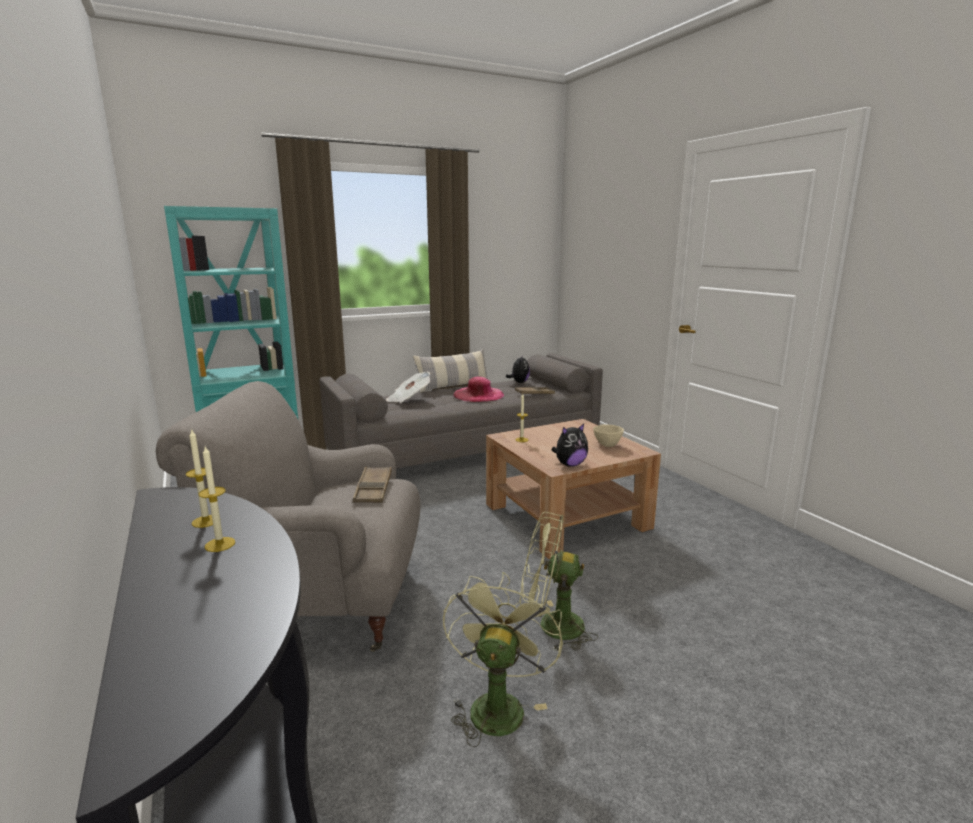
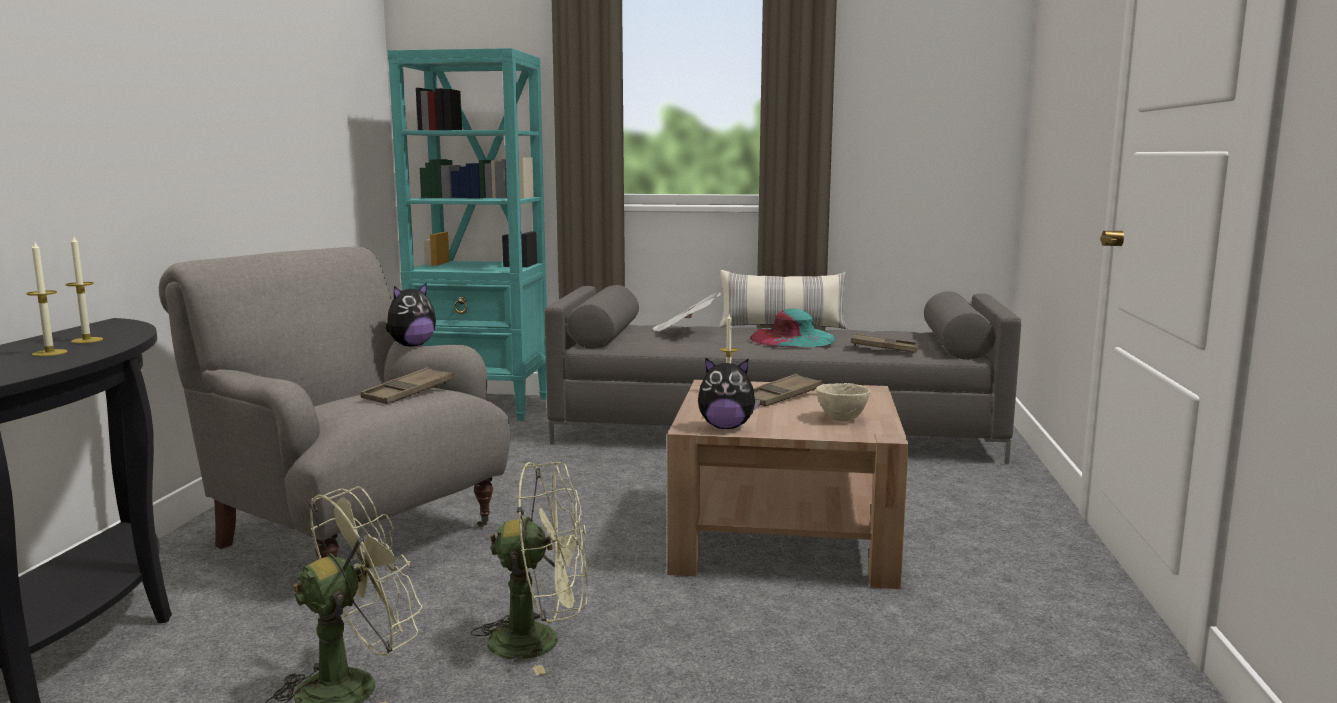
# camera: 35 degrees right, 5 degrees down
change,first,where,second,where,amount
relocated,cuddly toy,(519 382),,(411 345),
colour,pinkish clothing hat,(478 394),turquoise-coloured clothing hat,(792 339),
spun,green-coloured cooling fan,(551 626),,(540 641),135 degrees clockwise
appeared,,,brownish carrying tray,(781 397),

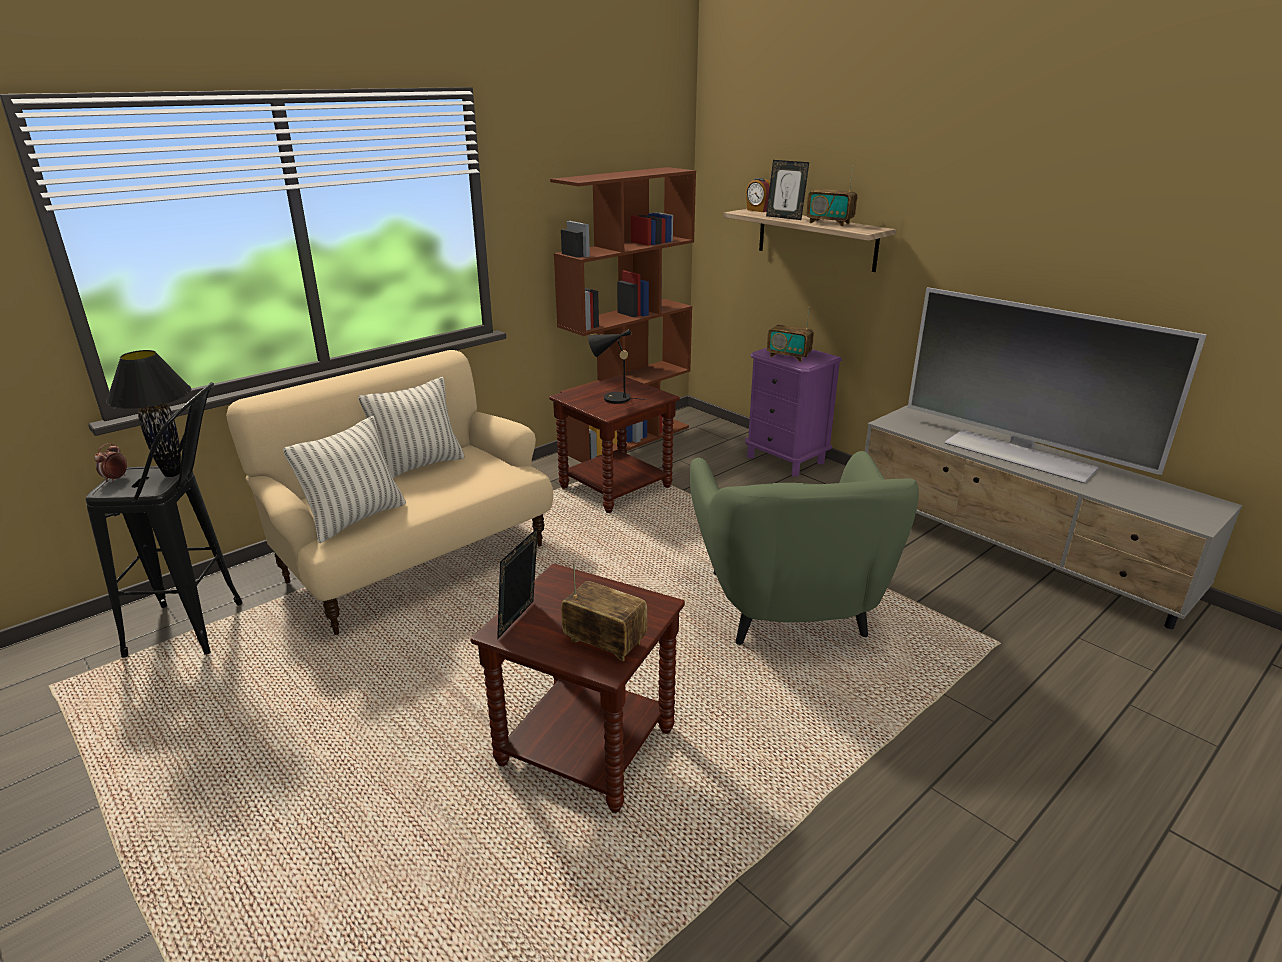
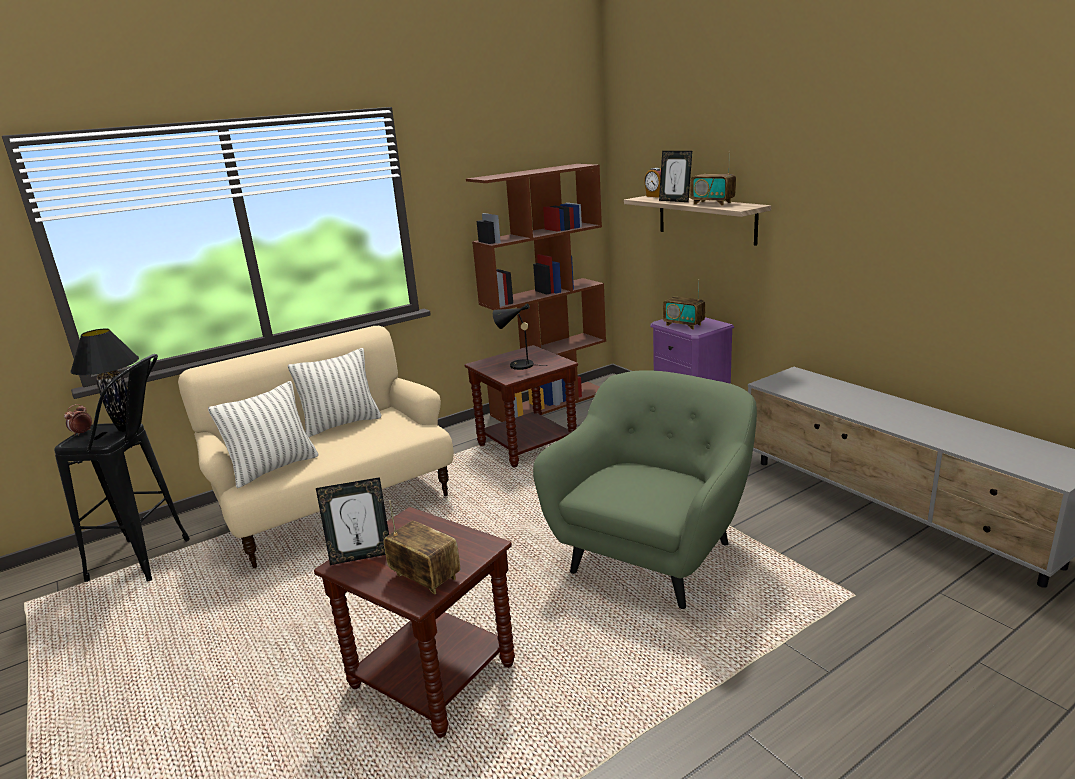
# camera: 10 degrees right, 5 degrees down
change,first,where,second,where,amount
missing,TV,(1019 455),,,
spun,green-coloured lounge chair,(787 607),,(653 555),150 degrees counterclockwise
spun,picture frame,(520 621),,(361 556),135 degrees counterclockwise

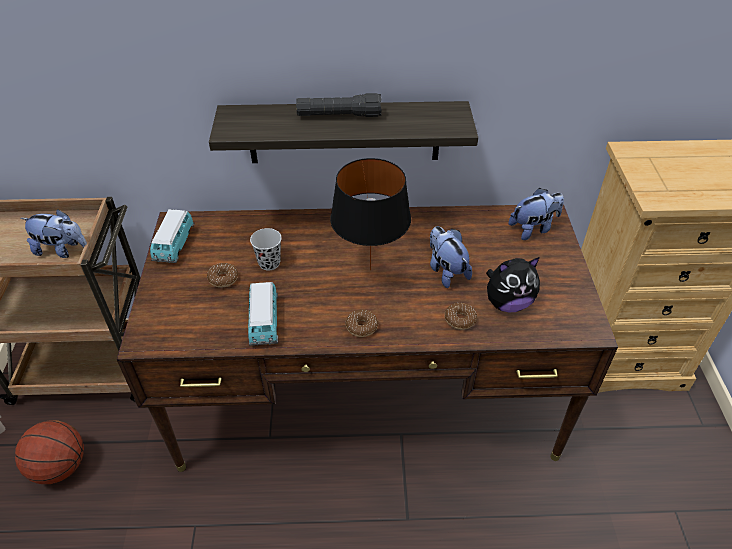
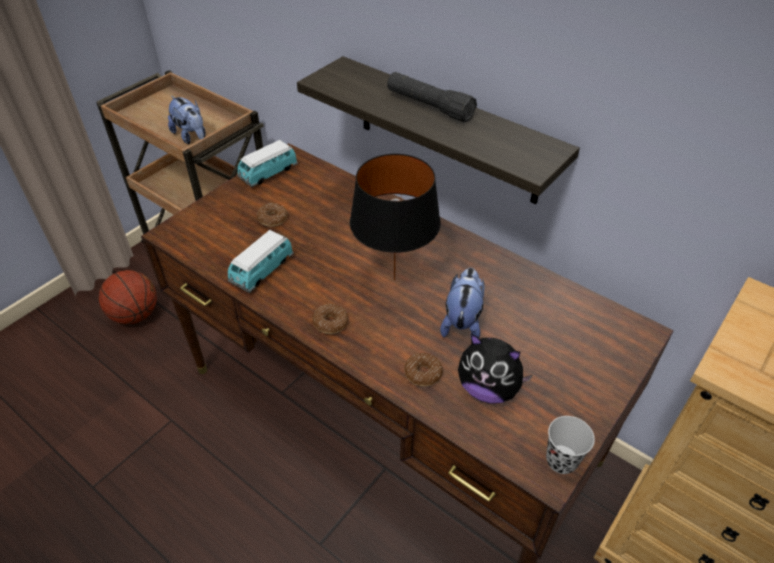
# camera: 40 degrees right, 0 degrees up
change,first,where,second,where,amount
missing,cuddly toy,(533 228),,,
relocated,blackish drinking cup,(269 263),,(561 460),

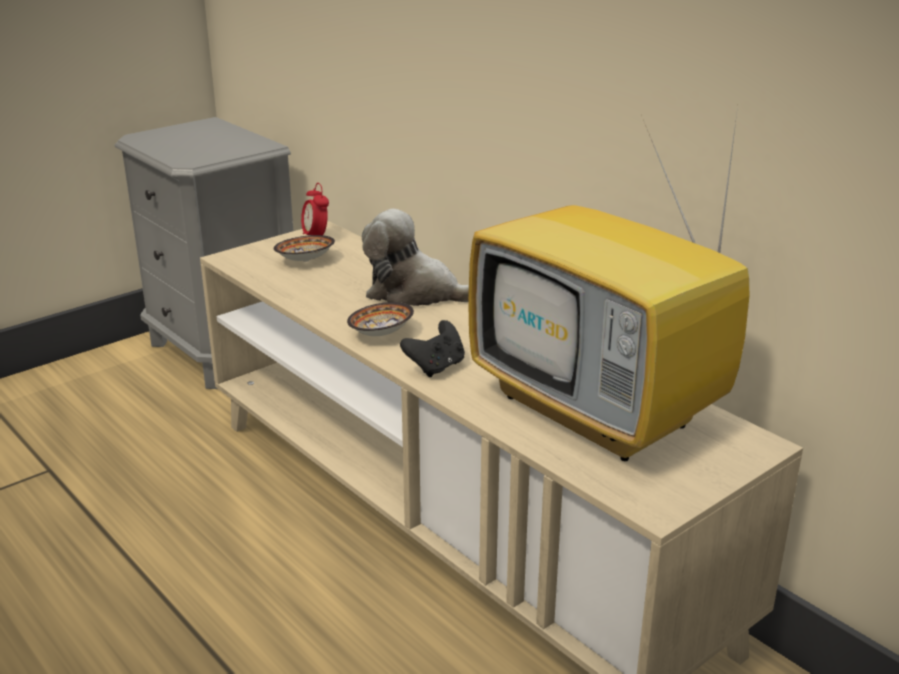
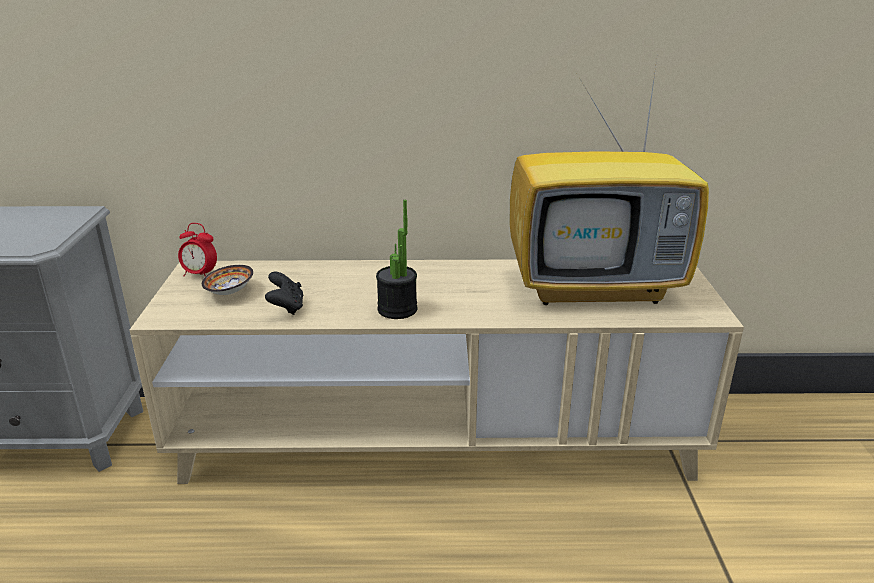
# camera: 50 degrees left, 0 degrees up
change,first,where,second,where,amount
missing,cuddly toy,(415 293),,,
exchanged,deep dish,(381 334),potted plant,(397 309),
relocated,blackish joypad,(436 367),,(286 308),

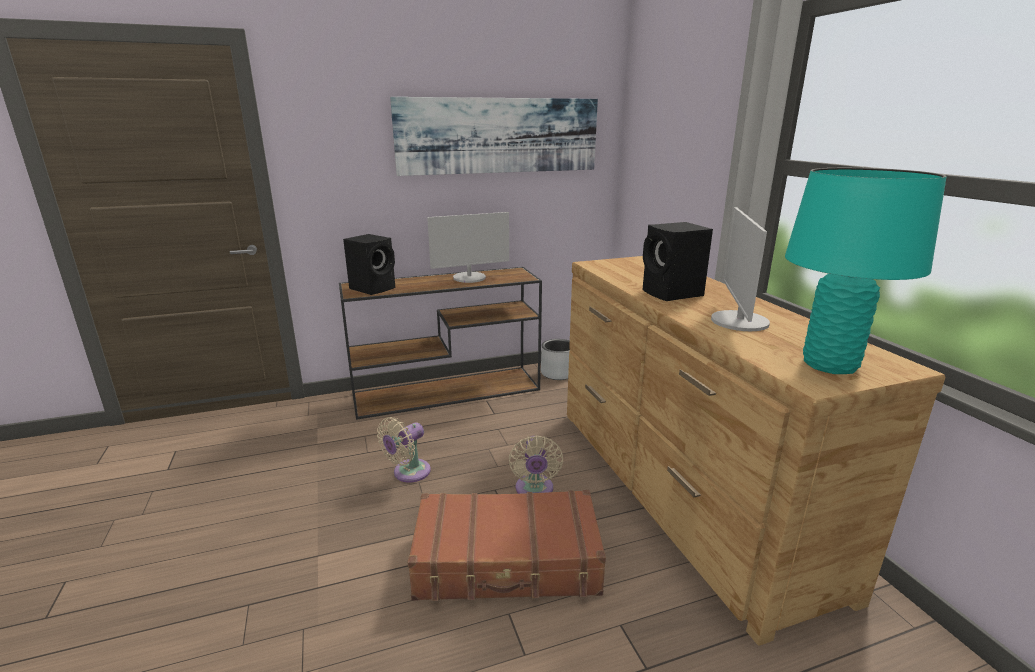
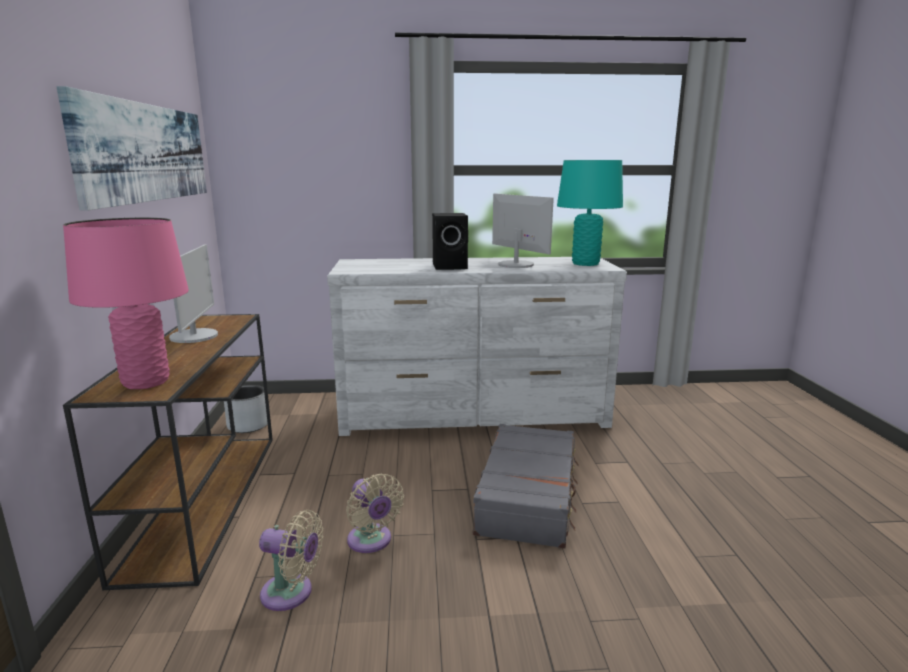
# camera: 75 degrees left, 5 degrees down
change,first,where,second,where,amount
spun,computer display,(738 321),,(516 264),150 degrees counterclockwise
exchanged,blackish loudspeaker,(374 288),pinkish tabletop lamp,(146 382),
colour,brownish drawer chest,(680 489),white drawer chest,(474 414),
relocated,sand-coloured cooling fan,(534 490),,(291 593),
colour,brownish piece of luggage,(507 561),gray piece of luggage,(529 496),

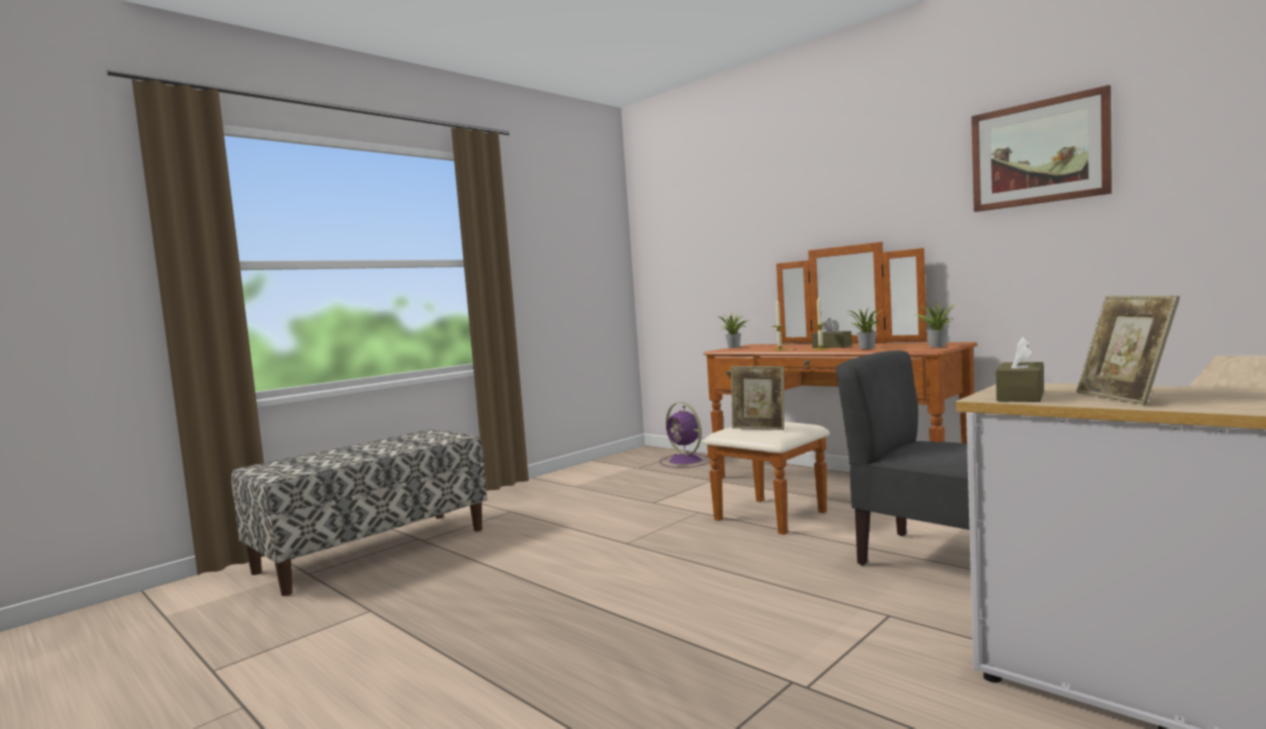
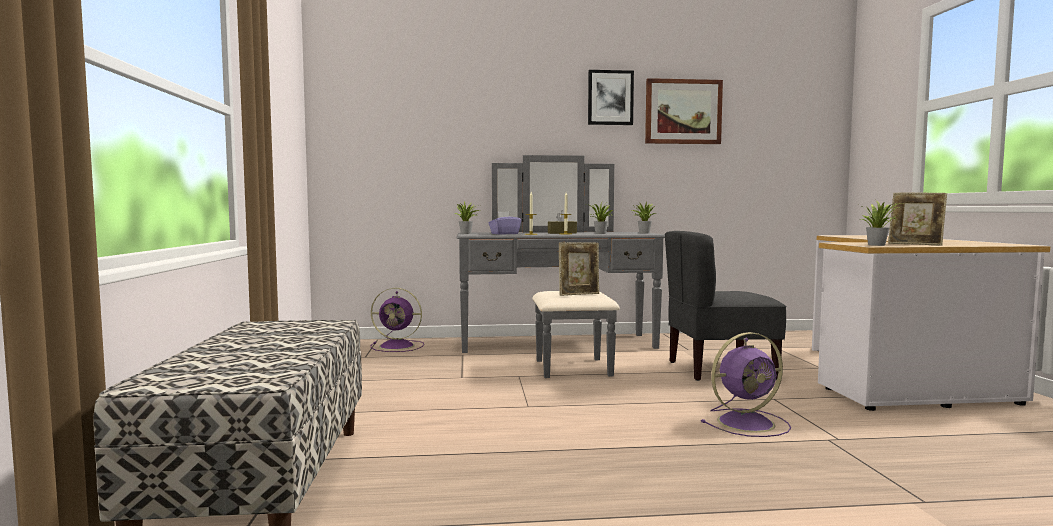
# camera: 50 degrees left, 0 degrees up
change,first,where,second,where,amount
colour,brownish drawer chest,(822 490),gray drawer chest,(561 348),
exchanged,brownish tissue box,(1020 396),potted plant,(878 245),
appeared,,,picture,(610 98),
appeared,,,purple tissue box,(504 234),
appeared,,,purple cooling fan,(748 422),

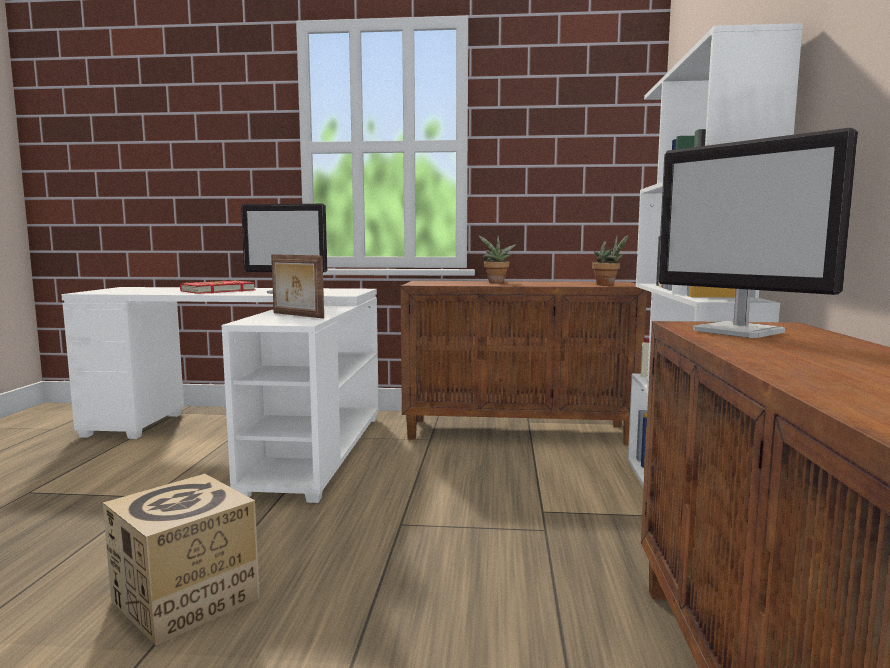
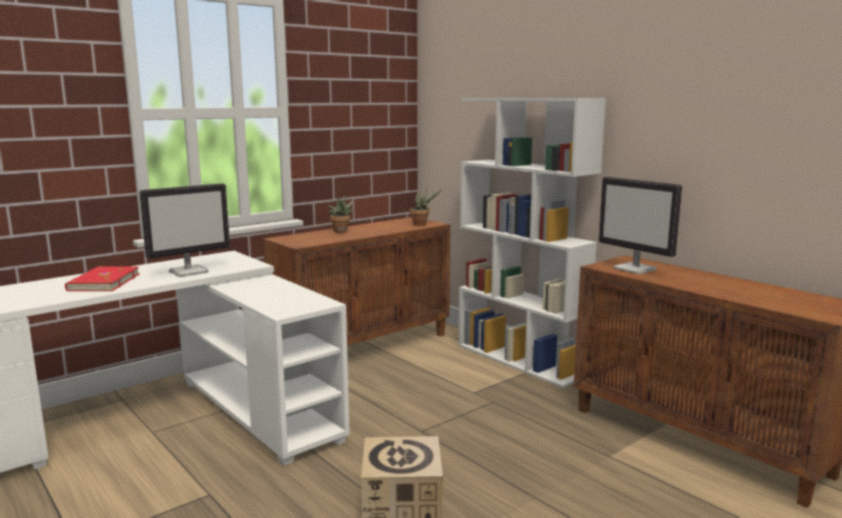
# camera: 45 degrees left, 5 degrees up
change,first,where,second,where,amount
spun,computer display,(740 332),,(635 269),45 degrees clockwise
missing,picture frame,(296 315),,,

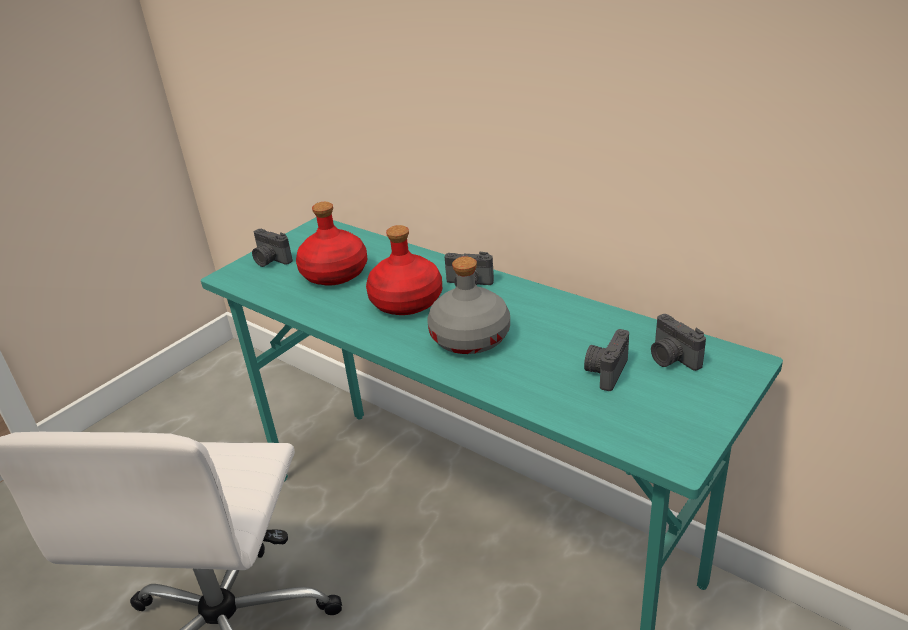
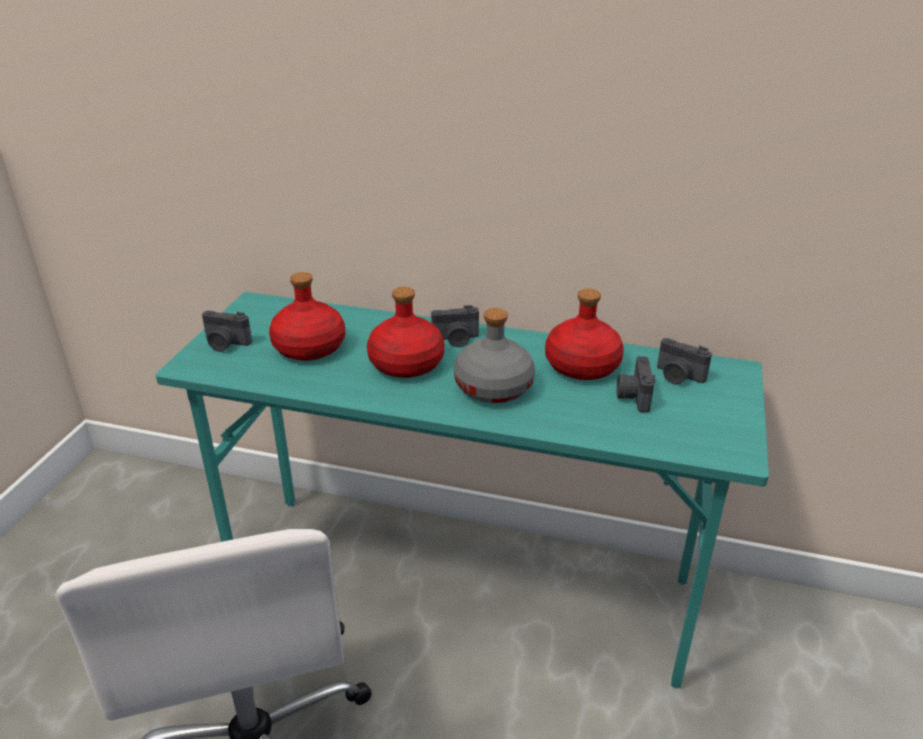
# camera: 25 degrees left, 0 degrees up
change,first,where,second,where,amount
appeared,,,red-coloured beverage bottle,(583 366),

